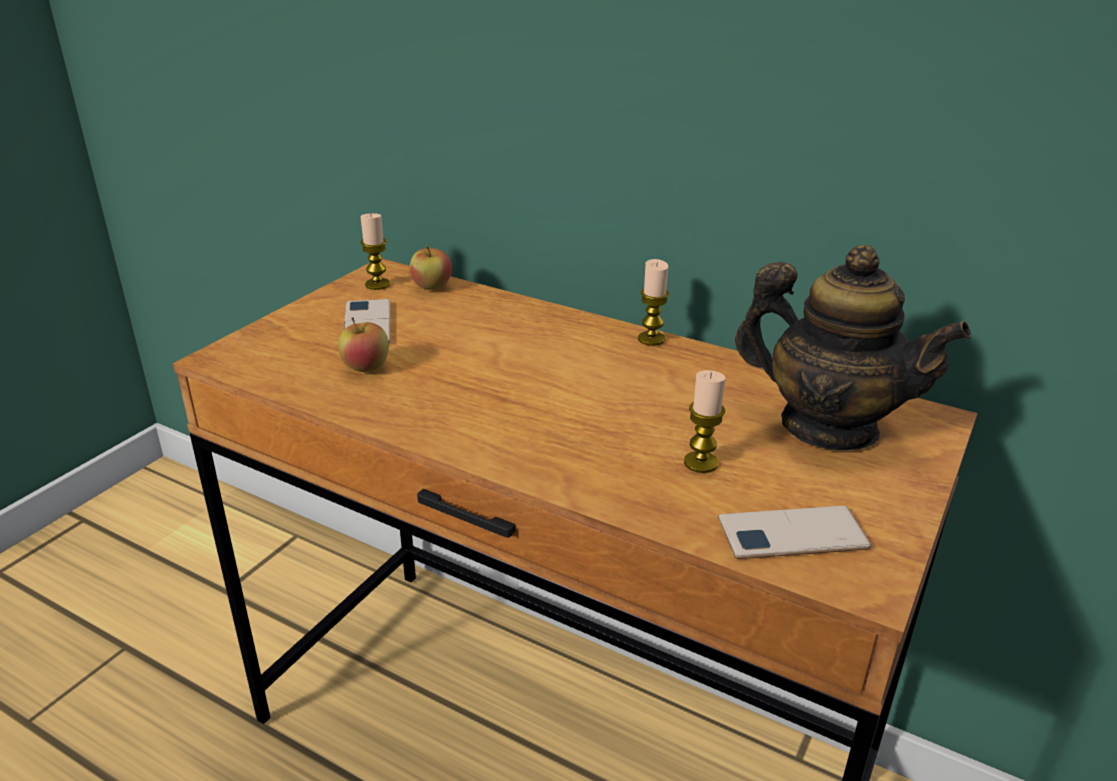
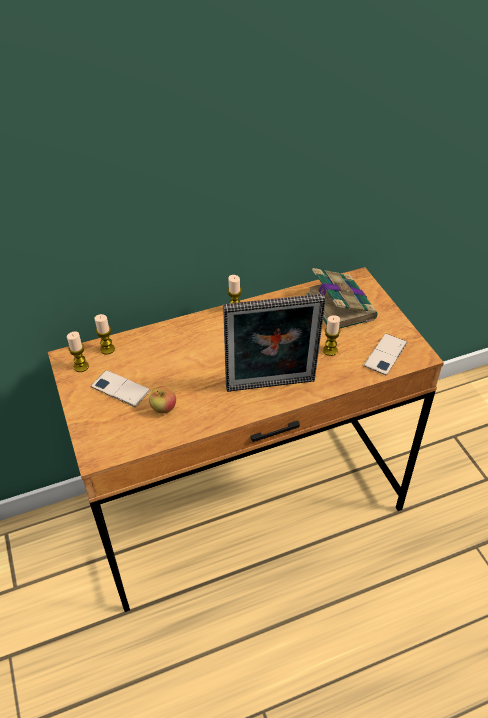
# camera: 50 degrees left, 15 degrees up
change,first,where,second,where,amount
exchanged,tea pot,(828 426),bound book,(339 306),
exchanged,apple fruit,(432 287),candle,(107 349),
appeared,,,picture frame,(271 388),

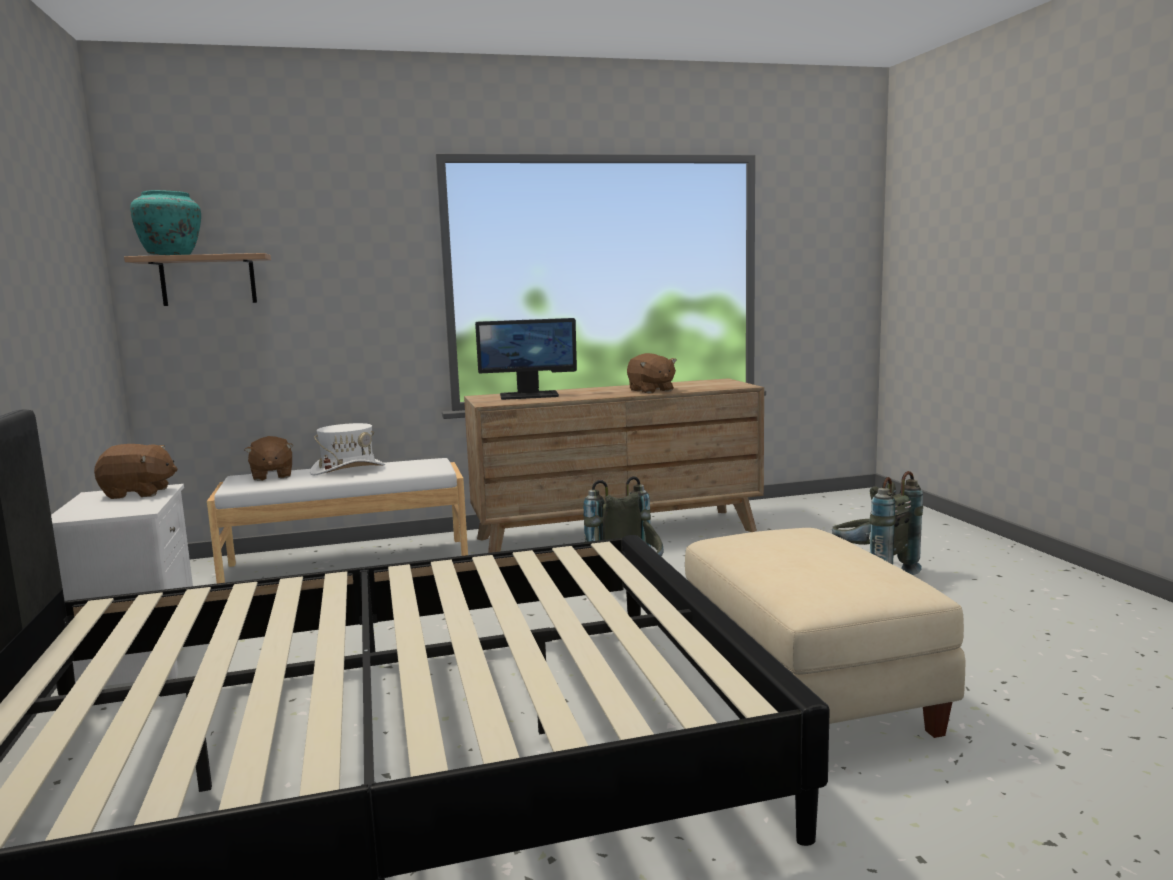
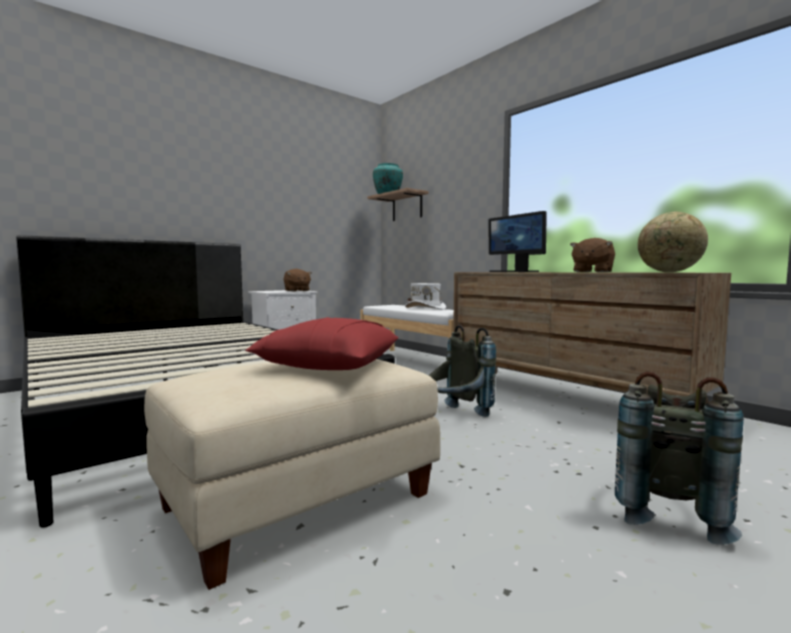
# camera: 65 degrees right, 5 degrees down
change,first,where,second,where,amount
missing,brownish cuddly toy,(271 476),,,
appeared,,,world globe,(669 272),
appeared,,,red-coloured pillow,(329 365),

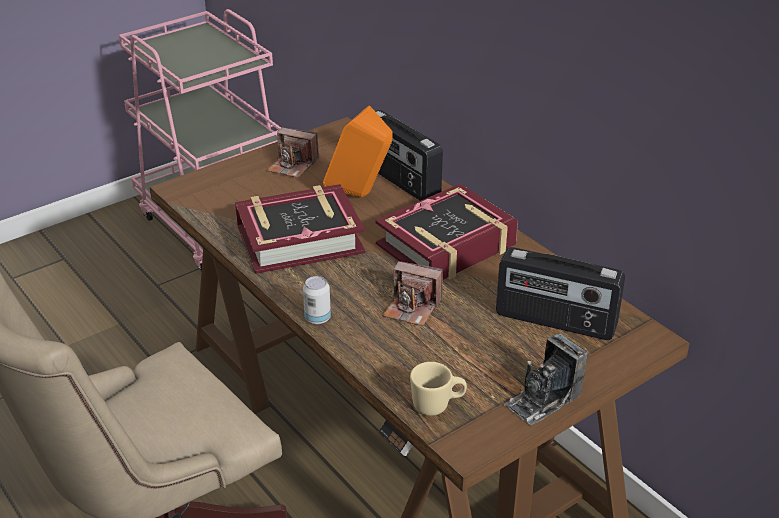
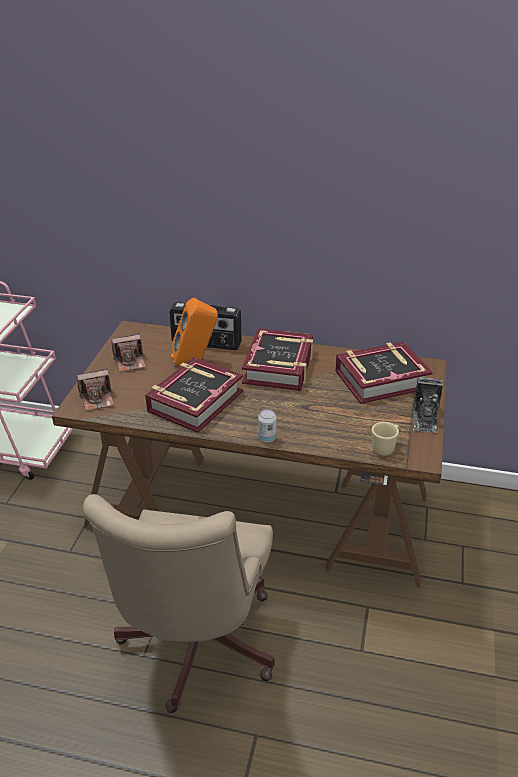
# camera: 40 degrees left, 0 degrees up
change,first,where,second,where,amount
exchanged,radio receiver,(555 322),bound book,(381 379),
relocated,photo camera,(412 308),,(97 399),

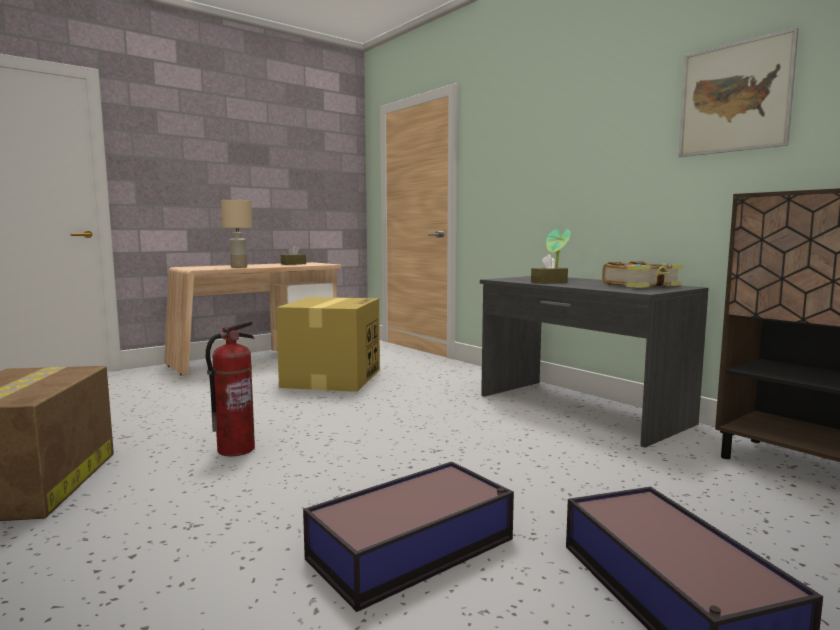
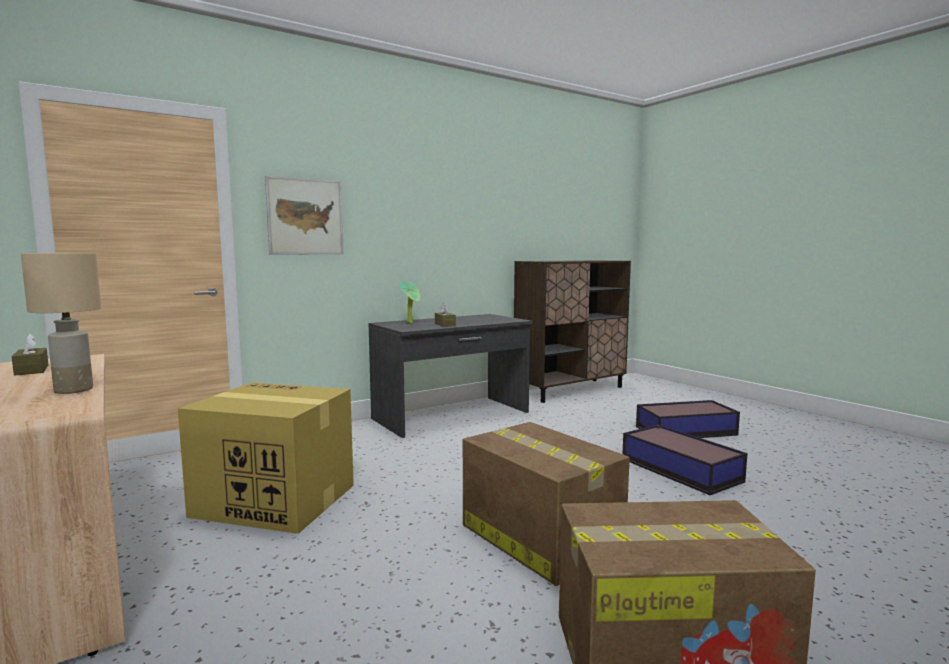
# camera: 85 degrees left, 0 degrees up
change,first,where,second,where,amount
relocated,picture,(734 98),,(305 217),
missing,bound book,(642 285),,,
exchanged,fire-fighting cylinder,(236 449),packing box,(538 536),

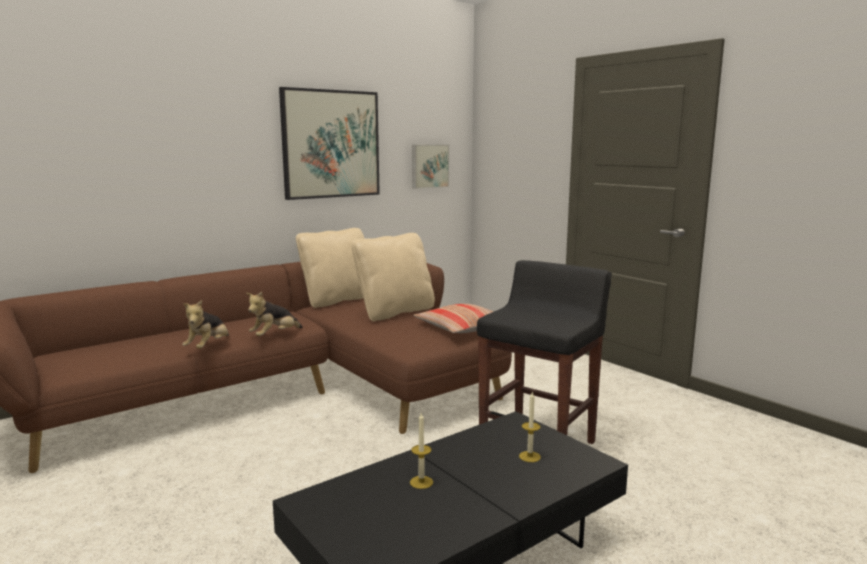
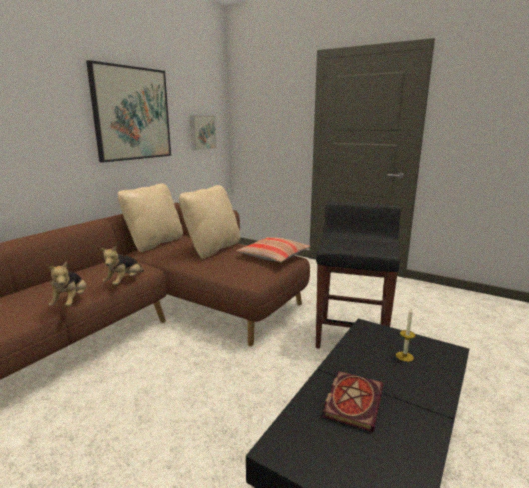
# camera: 20 degrees left, 5 degrees up
change,first,where,second,where,amount
exchanged,candle,(421 482),bound book,(352 400),

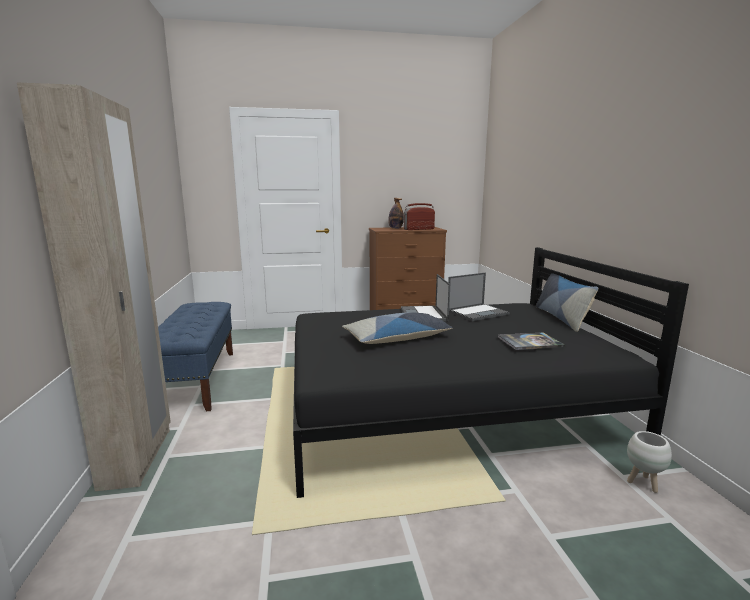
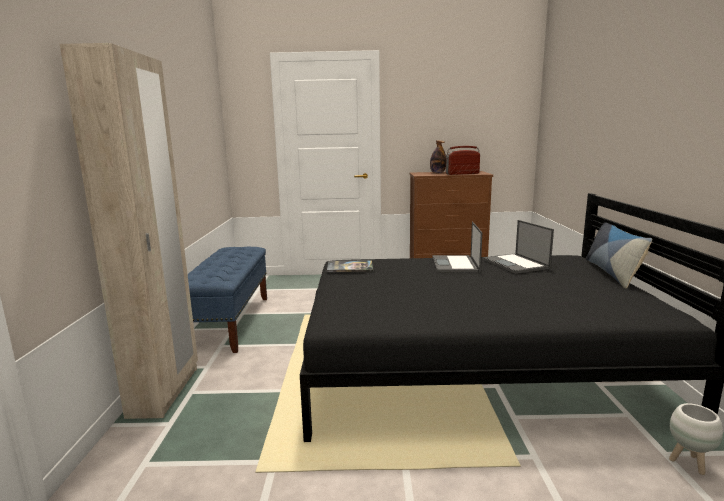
# camera: 10 degrees right, 0 degrees up
change,first,where,second,where,amount
spun,notebook computer,(478 312),,(516 264),90 degrees clockwise
missing,pillow,(397 338),,,
relocated,bound book,(530 342),,(350 267),

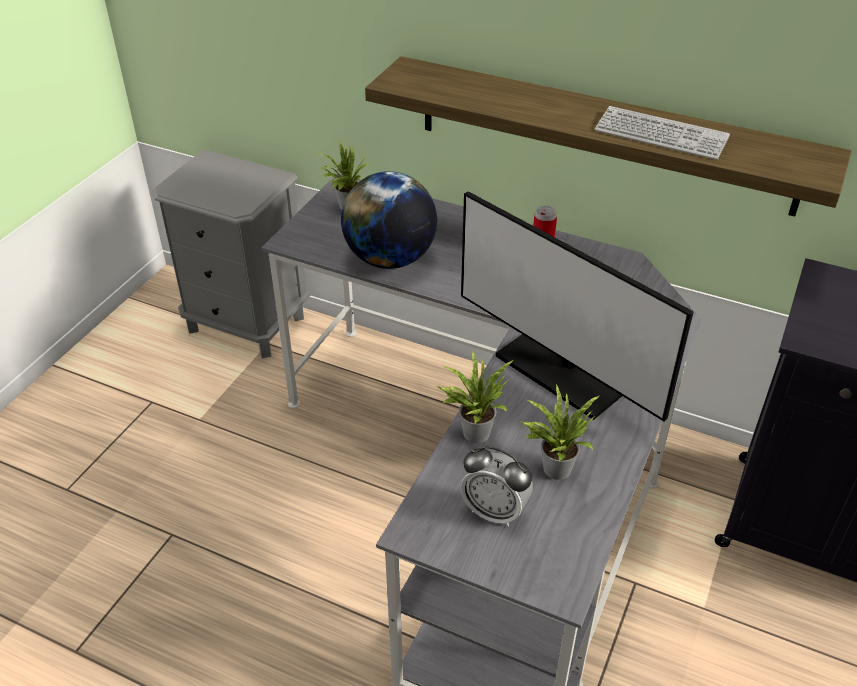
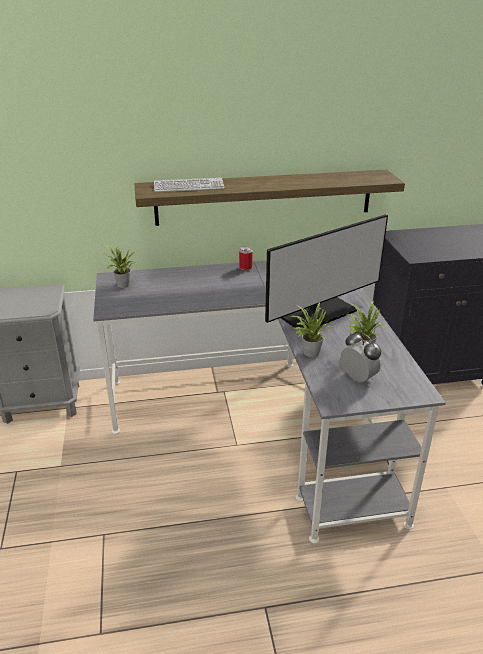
# camera: 35 degrees left, 10 degrees down
change,first,where,second,where,amount
relocated,PC keyboard,(660 135),,(189 186),
missing,world globe,(390 259),,,
spun,computer display,(561 372),,(319 314),45 degrees counterclockwise
spun,table clock,(494 511),,(358 378),120 degrees counterclockwise

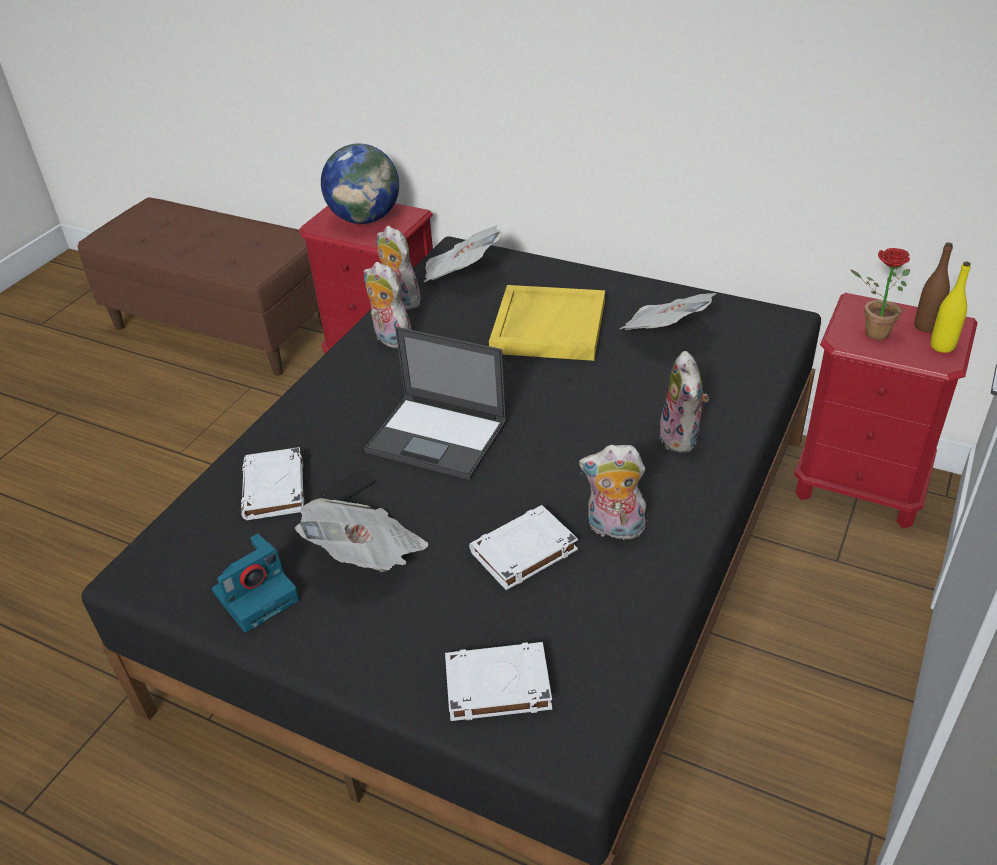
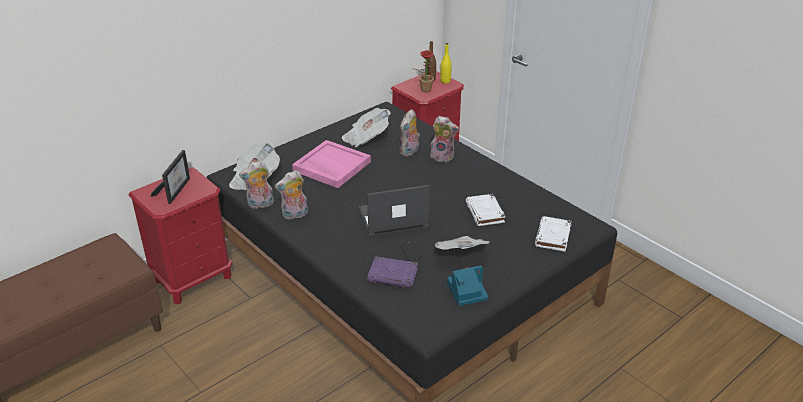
# camera: 70 degrees left, 5 degrees down
change,first,where,second,where,amount
exchanged,world globe,(365 219),picture frame,(175 189),
colour,yellowish carrying tray,(548 326),pinkish carrying tray,(331 166),
spun,notebook computer,(439 437),,(392 217),150 degrees counterclockwise
relocated,cuddly toy,(614 529),,(409 152),
colour,white bound book,(274 489),purple bound book,(393 275),
spun,photo camera,(257 595),,(466 292),90 degrees counterclockwise

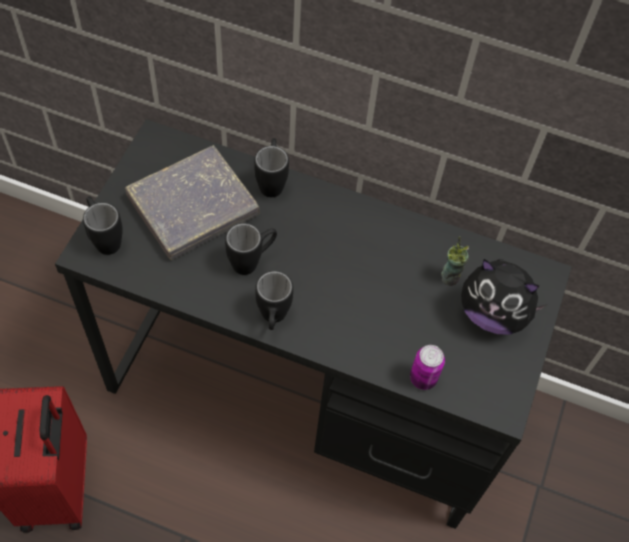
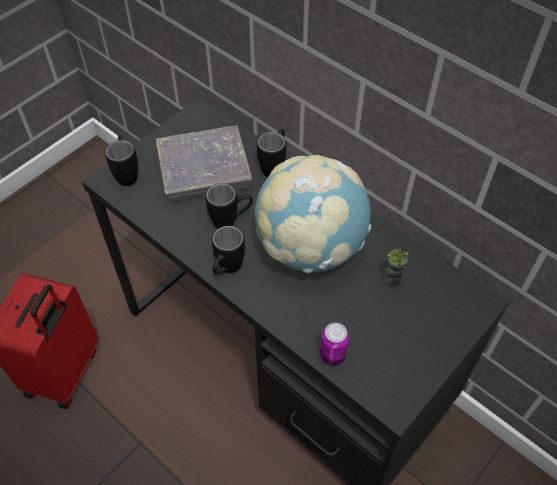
# camera: 25 degrees right, 5 degrees down
change,first,where,second,where,amount
missing,cuddly toy,(493 313),,,
appeared,,,world globe,(310 247),

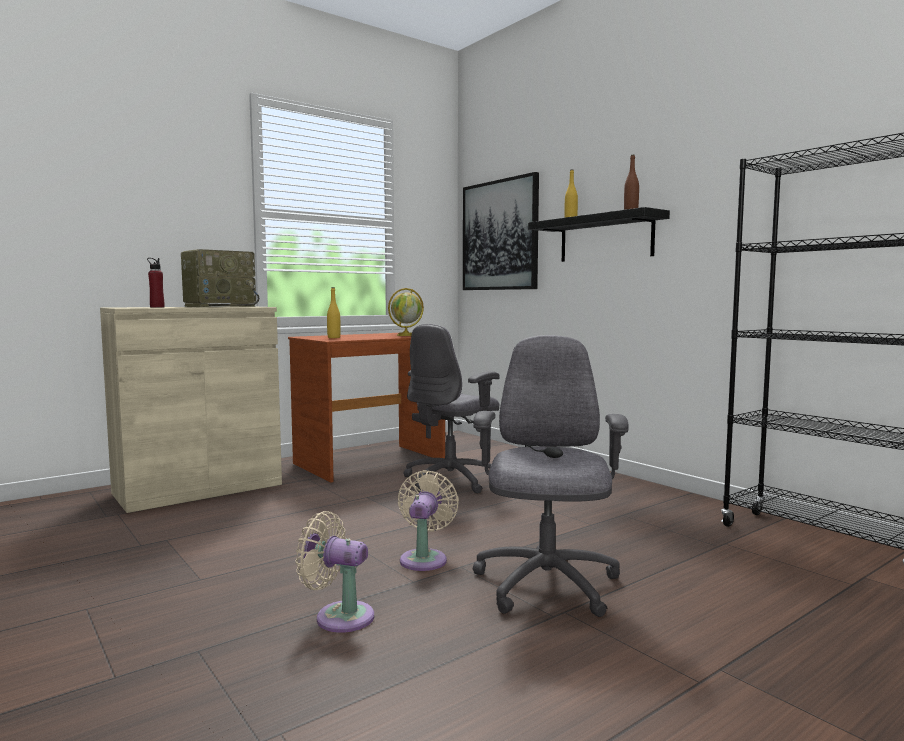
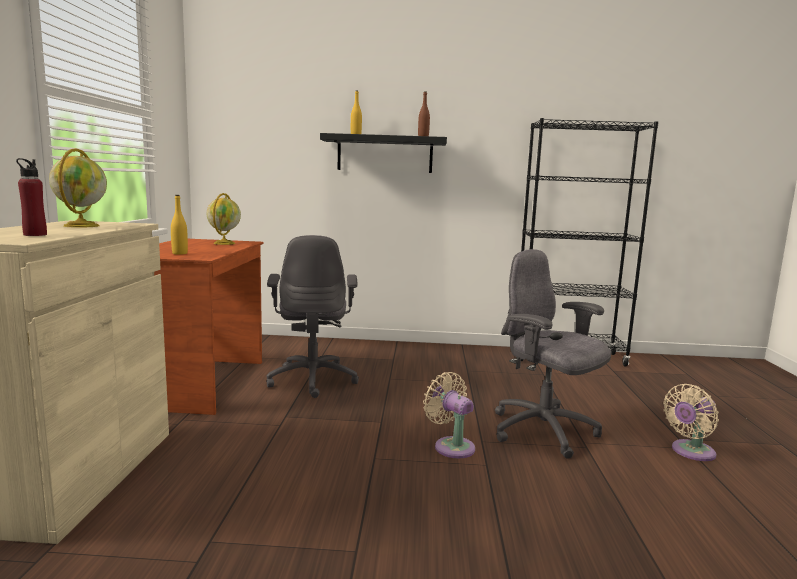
# camera: 50 degrees left, 5 degrees up
change,first,where,second,where,amount
missing,picture,(500 235),,,
exchanged,radio receiver,(220 306),world globe,(81 226),
relocated,sand-coloured cooling fan,(339 616),,(690 452),

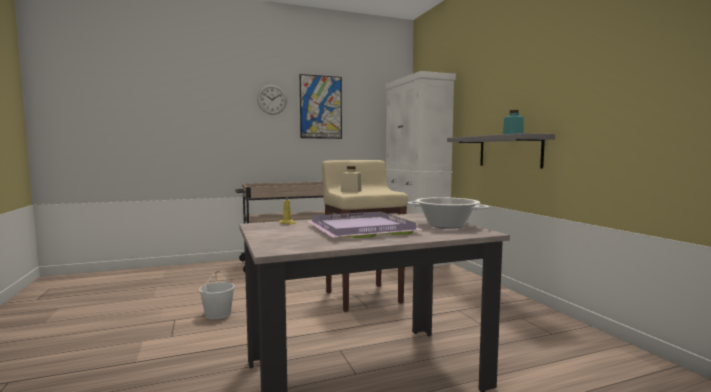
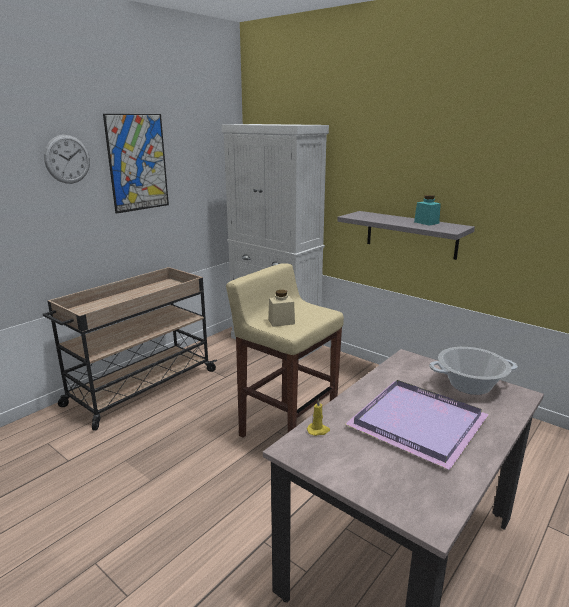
# camera: 30 degrees left, 15 degrees up
change,first,where,second,where,amount
missing,white water bucket,(218 314),,,

